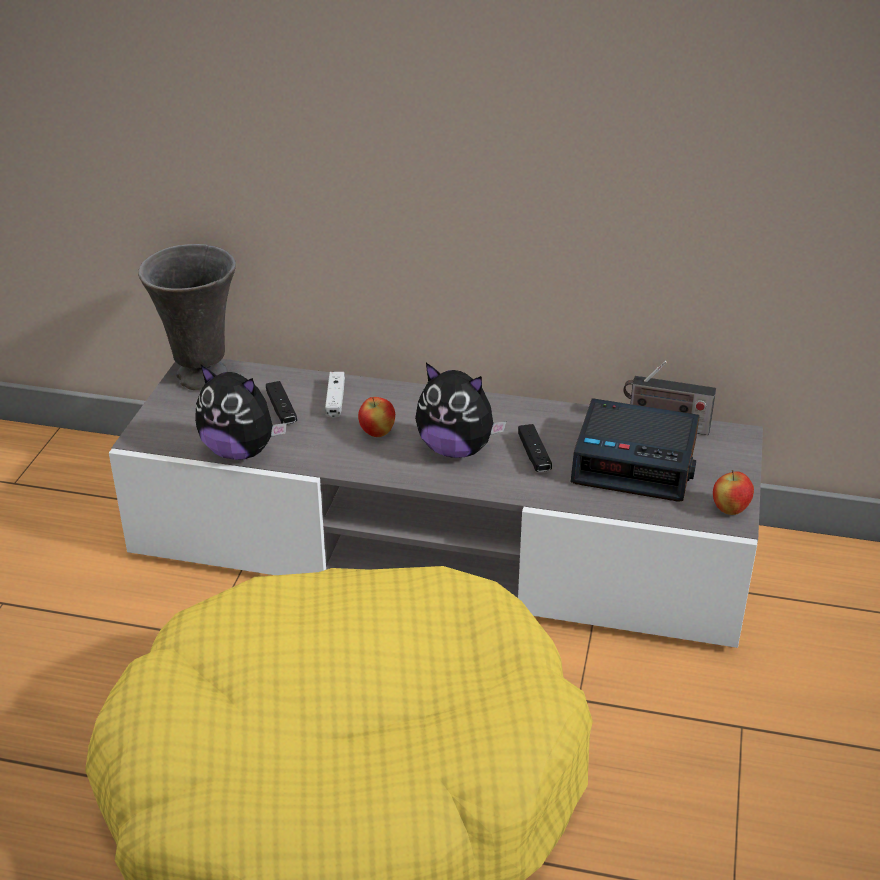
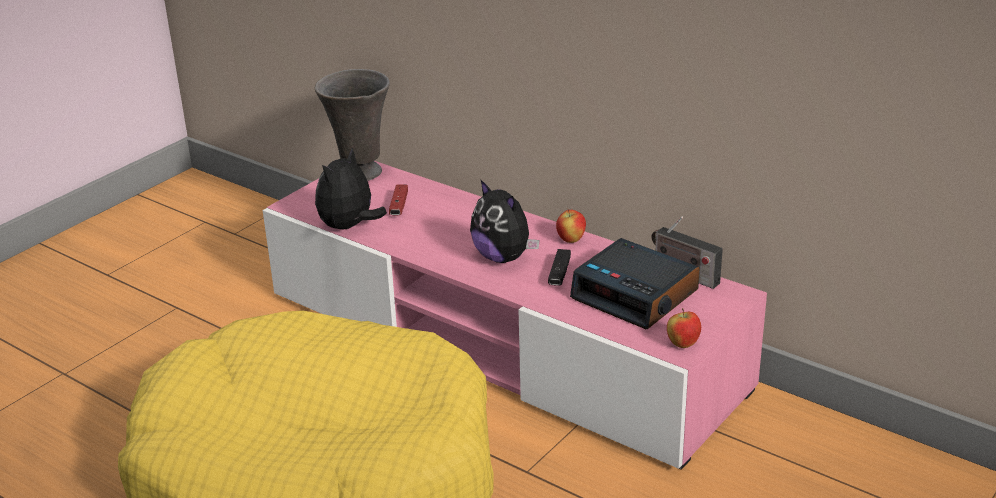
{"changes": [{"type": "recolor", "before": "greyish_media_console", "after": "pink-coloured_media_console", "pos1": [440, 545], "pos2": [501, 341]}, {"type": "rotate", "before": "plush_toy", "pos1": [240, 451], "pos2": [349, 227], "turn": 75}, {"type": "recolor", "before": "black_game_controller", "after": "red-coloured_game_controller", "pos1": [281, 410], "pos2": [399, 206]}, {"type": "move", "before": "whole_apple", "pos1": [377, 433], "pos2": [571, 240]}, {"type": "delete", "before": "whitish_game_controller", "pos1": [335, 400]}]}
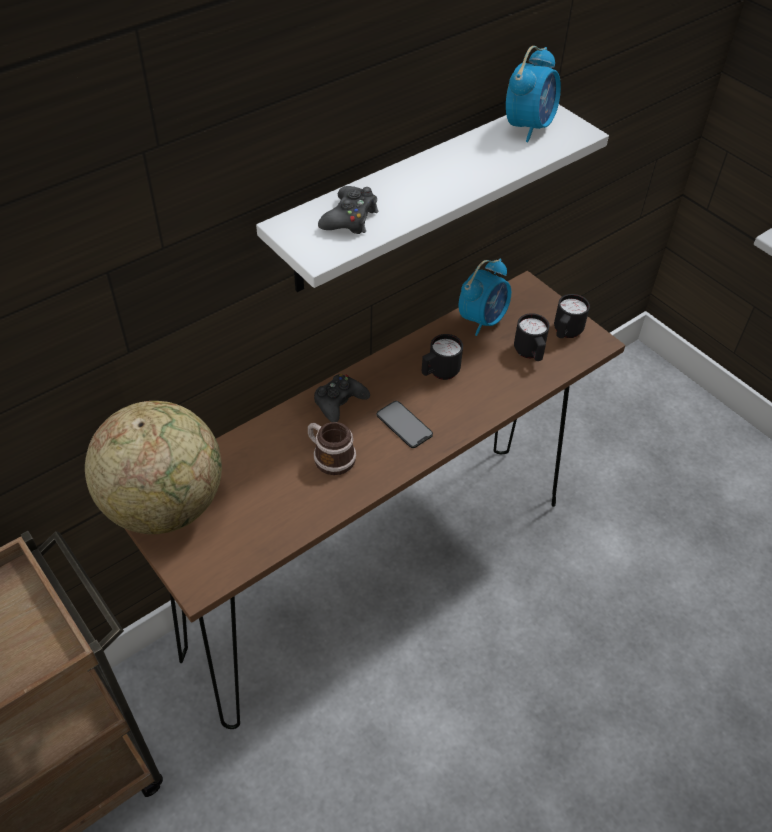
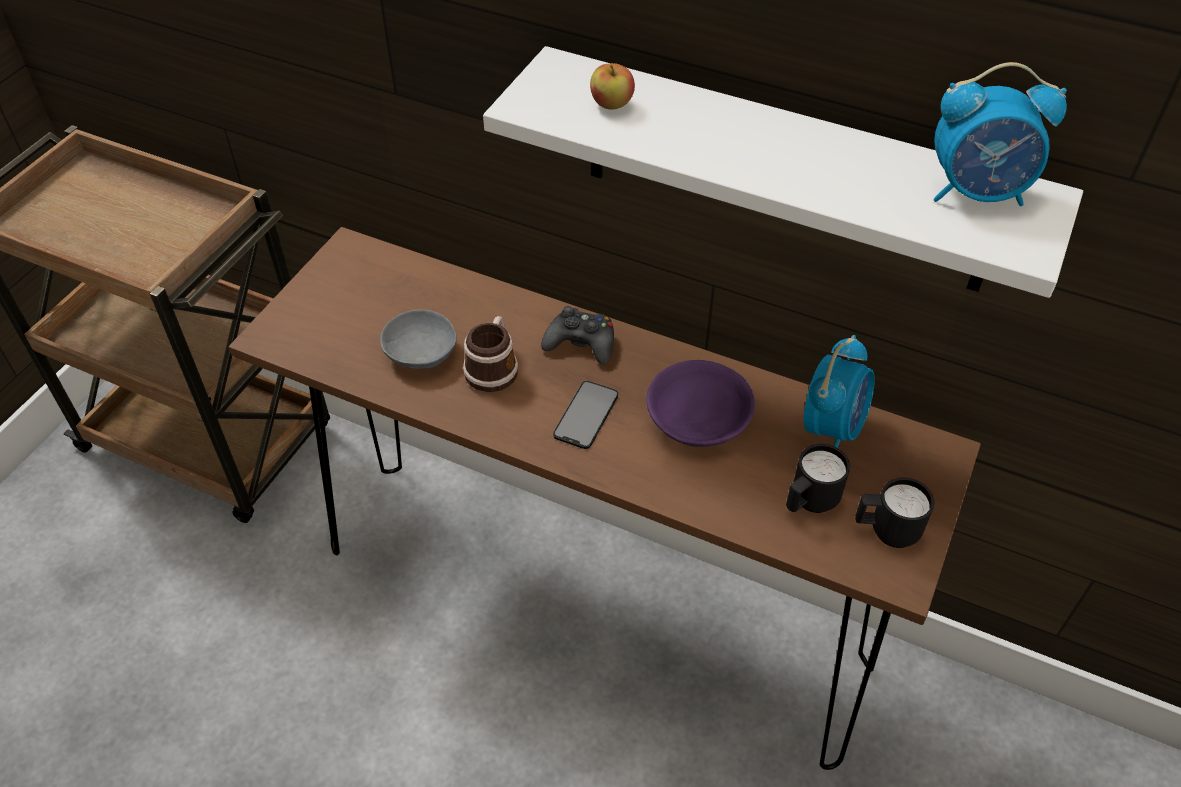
{"changes": [{"type": "insert", "after": "greyish_bowl", "pos2": [423, 352]}, {"type": "replace", "before": "black_game_controller", "after": "whole_apple", "pos1": [350, 218], "pos2": [612, 104]}, {"type": "replace", "before": "black_mug", "after": "purplish_bowl", "pos1": [439, 373], "pos2": [697, 417]}, {"type": "rotate", "before": "bedside_clock", "pos1": [483, 320], "pos2": [832, 427], "turn": -75}, {"type": "delete", "before": "world_globe", "pos1": [165, 504]}]}
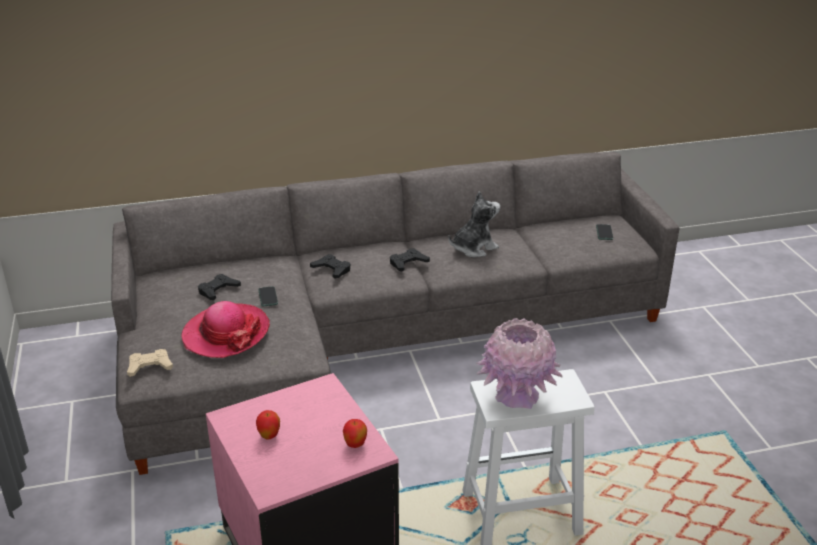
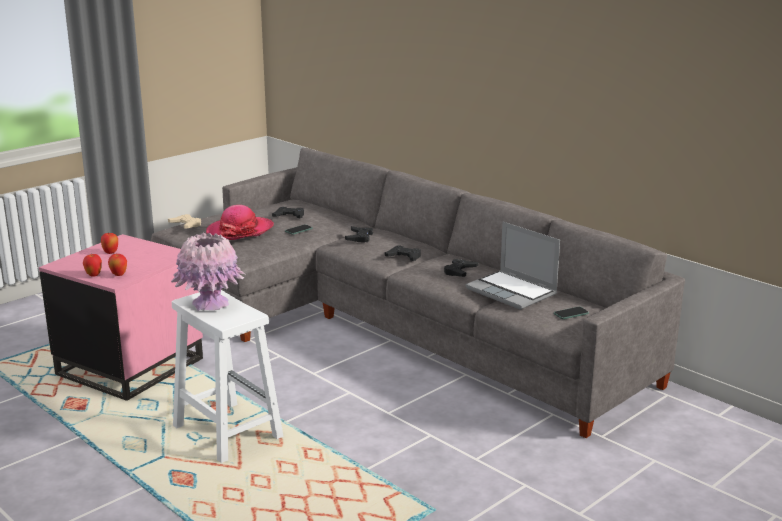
{"changes": [{"type": "insert", "after": "whole_apple", "pos2": [93, 275]}, {"type": "replace", "before": "plush_toy", "after": "black_game_controller", "pos1": [473, 248], "pos2": [460, 271]}, {"type": "insert", "after": "notebook_computer", "pos2": [512, 292]}]}
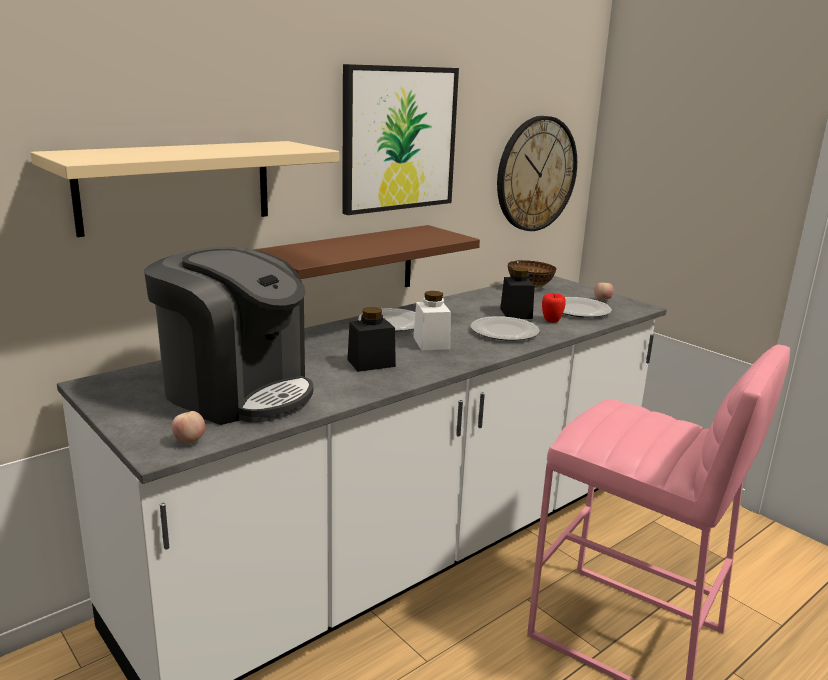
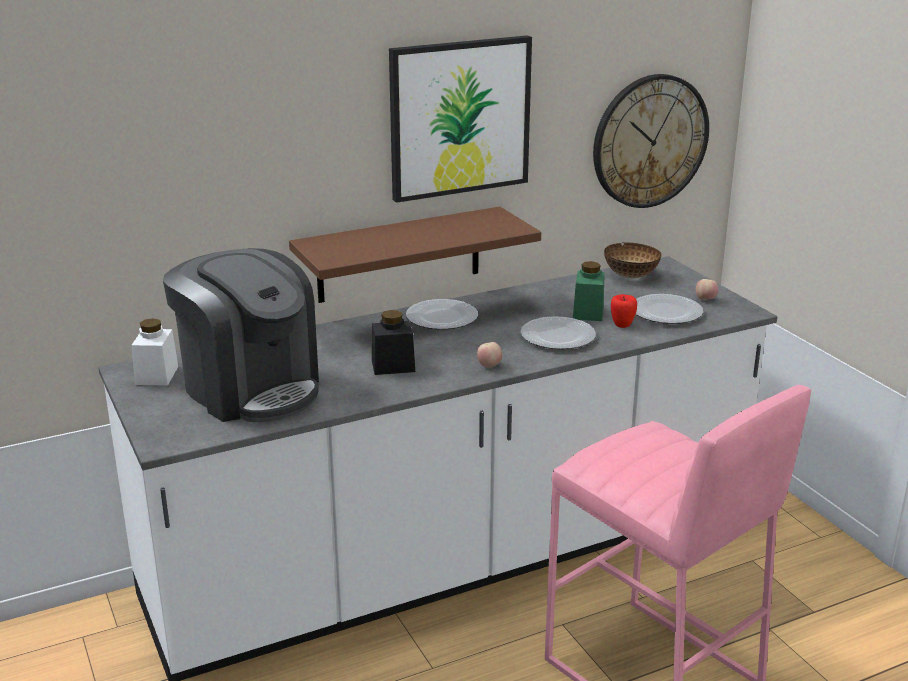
{"changes": [{"type": "move", "before": "whitish_storage_jar", "pos1": [431, 343], "pos2": [157, 375]}, {"type": "move", "before": "whole_apple", "pos1": [189, 441], "pos2": [489, 366]}, {"type": "recolor", "before": "black_storage_jar", "after": "green_storage_jar", "pos1": [516, 313], "pos2": [588, 312]}, {"type": "delete", "before": "beige_bracket_shelf", "pos1": [176, 186]}]}
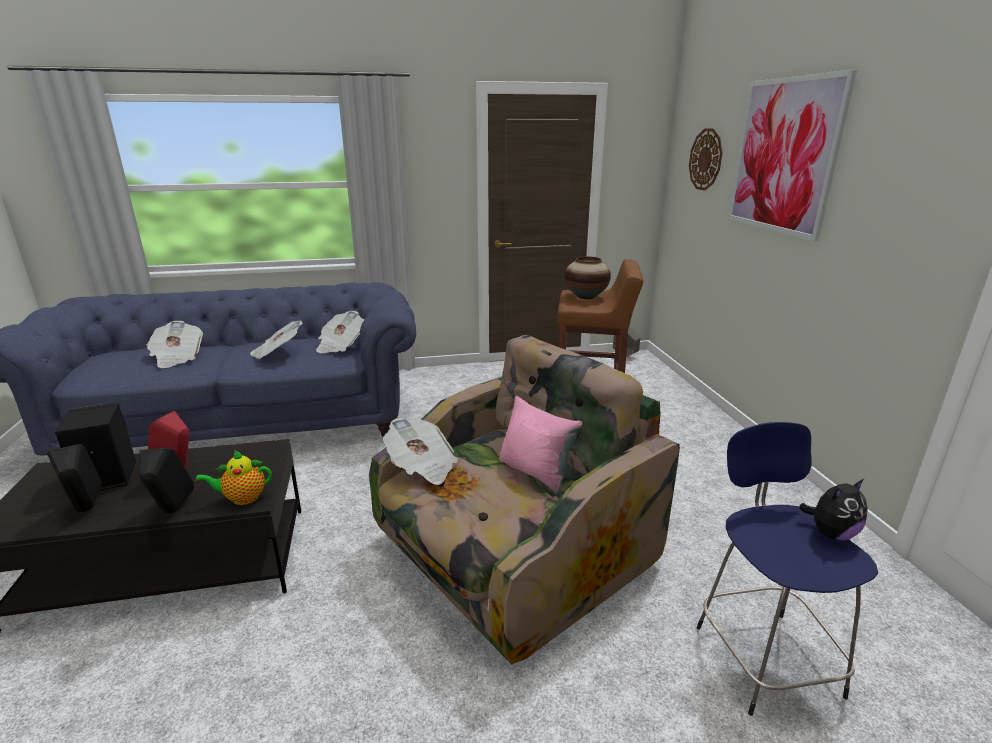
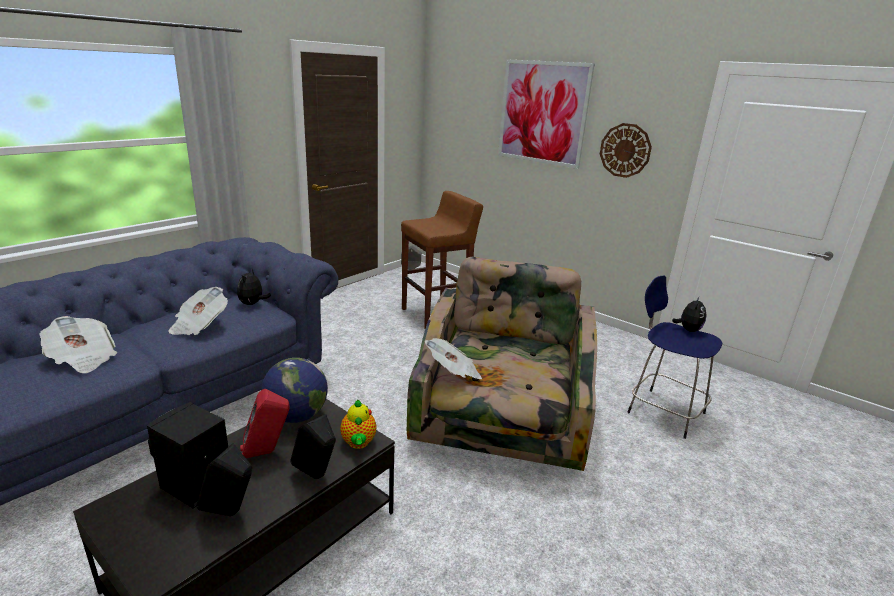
{"changes": [{"type": "replace", "before": "daily_paper", "after": "plush_toy", "pos1": [340, 345], "pos2": [252, 304]}, {"type": "insert", "after": "world_globe", "pos2": [296, 416]}, {"type": "rotate", "before": "tea_pot", "pos1": [242, 498], "pos2": [358, 443], "turn": -45}, {"type": "move", "before": "clock_on_the_wall", "pos1": [706, 159], "pos2": [625, 150]}, {"type": "delete", "before": "pink-coloured_cushion", "pos1": [536, 472]}, {"type": "delete", "before": "flower_vase", "pos1": [585, 297]}]}
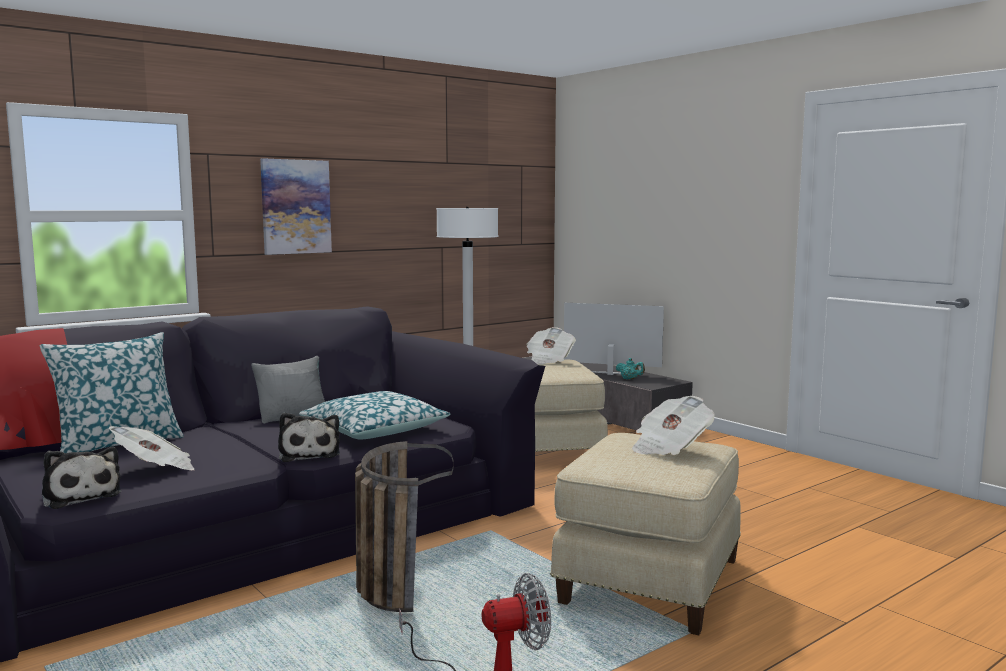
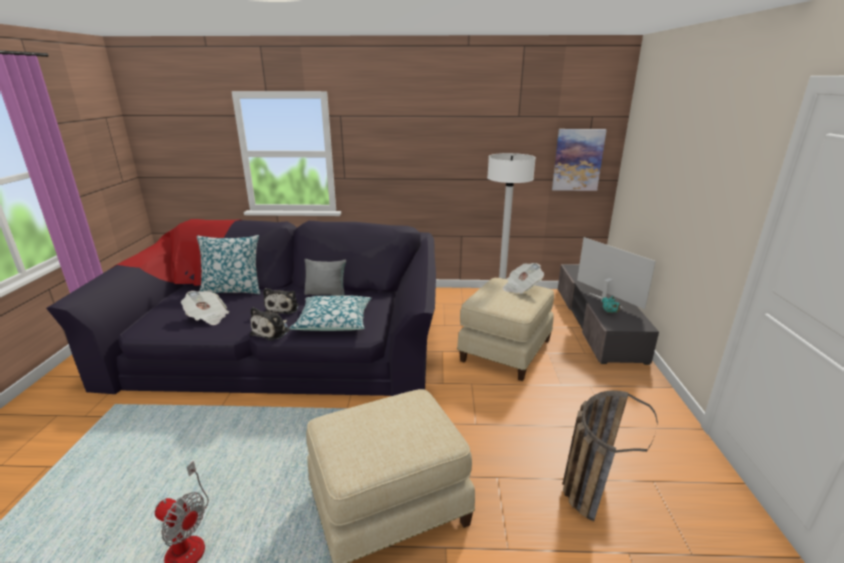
{"changes": [{"type": "move", "before": "plush_toy", "pos1": [81, 495], "pos2": [283, 308]}, {"type": "move", "before": "picture", "pos1": [295, 207], "pos2": [577, 160]}, {"type": "move", "before": "basket", "pos1": [392, 583], "pos2": [591, 483]}, {"type": "delete", "before": "daily_paper", "pos1": [669, 447]}]}
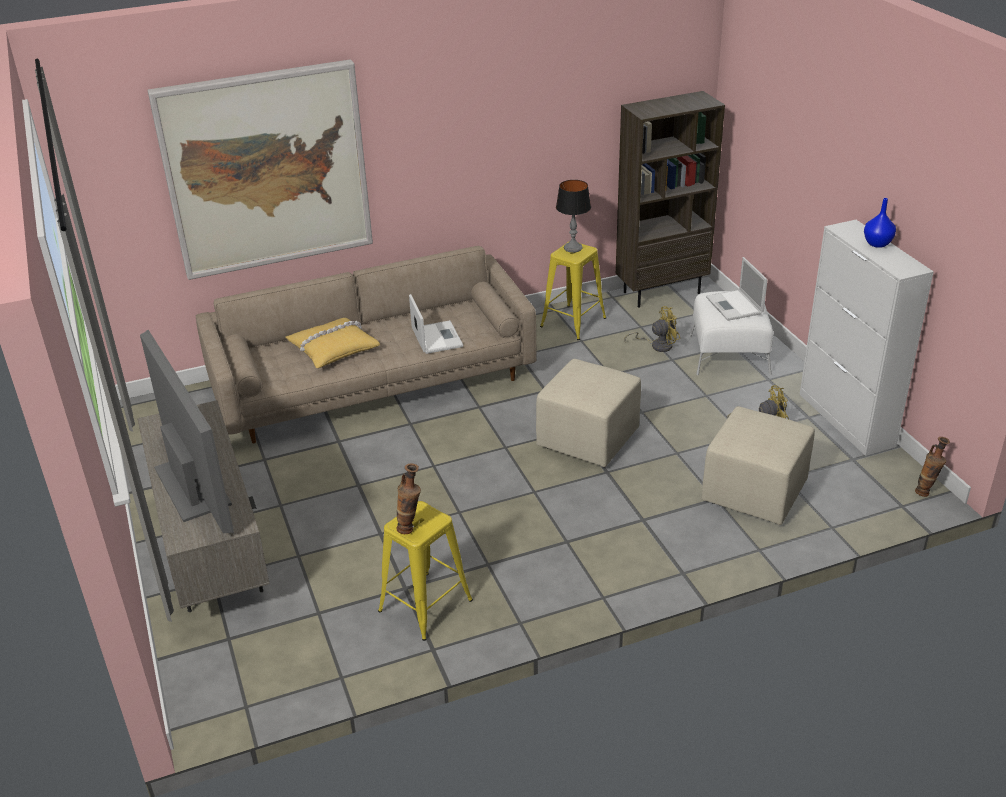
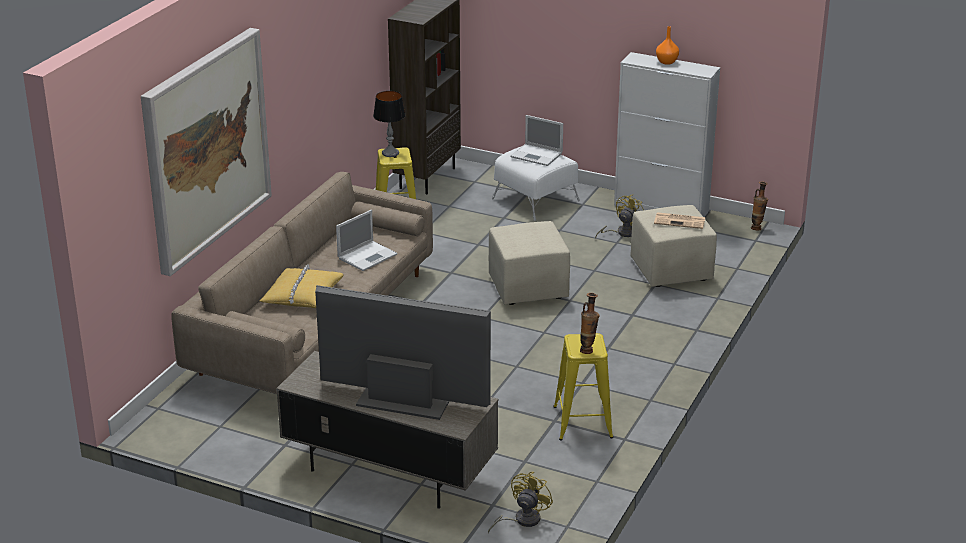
{"changes": [{"type": "rotate", "before": "notebook_computer", "pos1": [436, 337], "pos2": [368, 256], "turn": 105}, {"type": "move", "before": "yellow_fan", "pos1": [657, 345], "pos2": [522, 520]}, {"type": "insert", "after": "daily_paper", "pos2": [680, 221]}, {"type": "recolor", "before": "bluish_flower_vase", "after": "orange_flower_vase", "pos1": [877, 243], "pos2": [666, 62]}]}
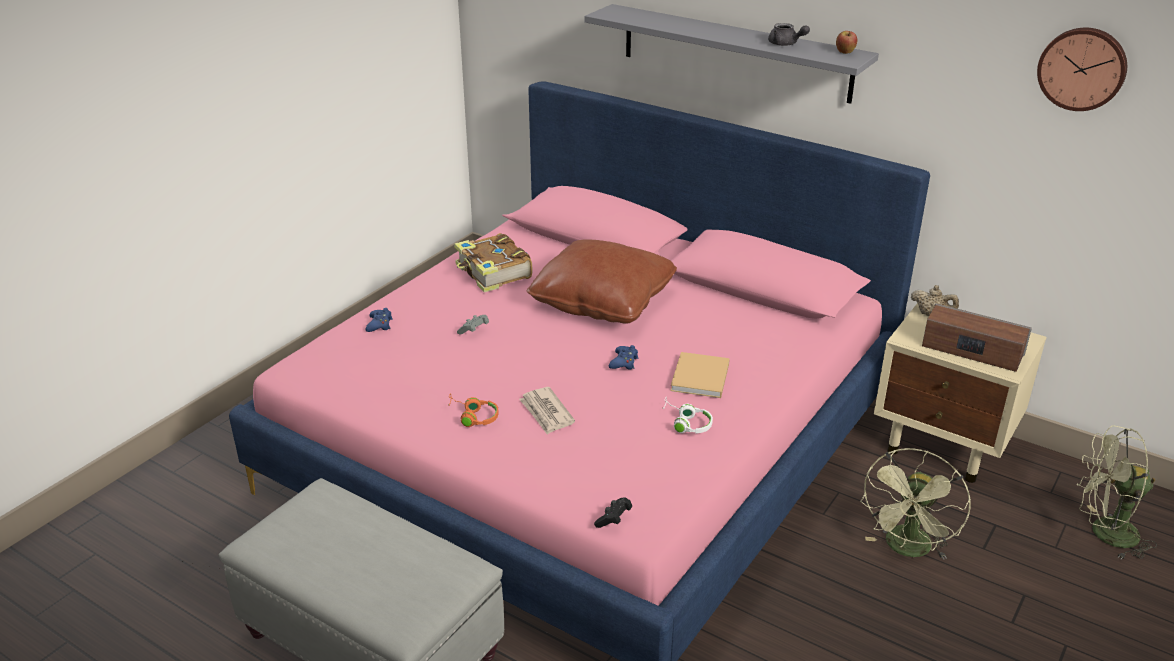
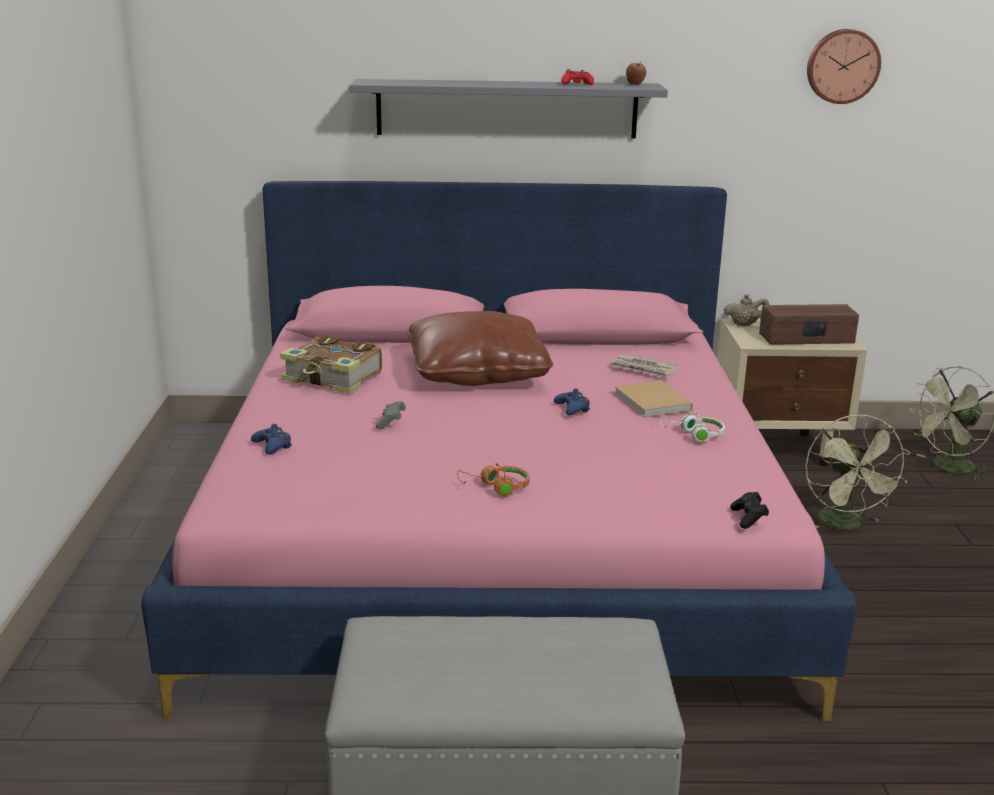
{"changes": [{"type": "replace", "before": "greyish_tea_pot", "after": "red-coloured_game_controller", "pos1": [785, 44], "pos2": [576, 84]}, {"type": "move", "before": "daily_paper", "pos1": [546, 413], "pos2": [644, 369]}]}
